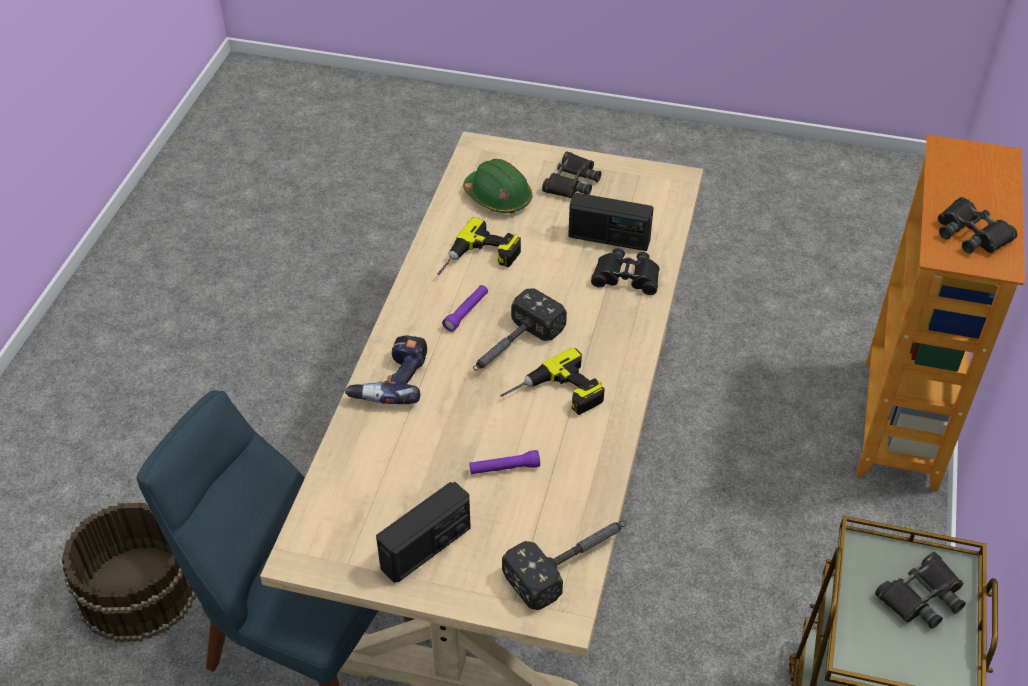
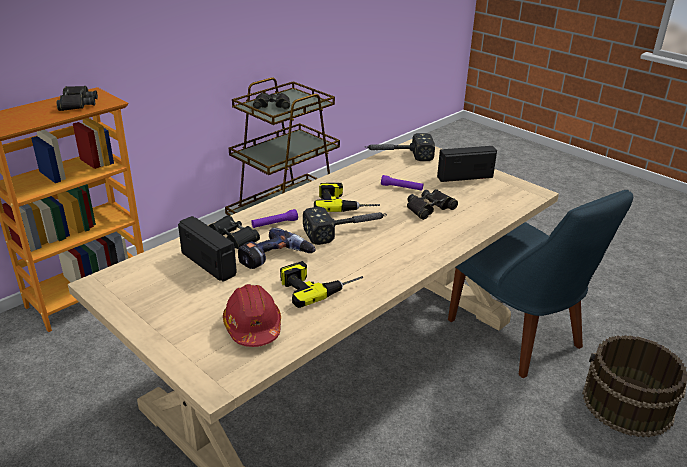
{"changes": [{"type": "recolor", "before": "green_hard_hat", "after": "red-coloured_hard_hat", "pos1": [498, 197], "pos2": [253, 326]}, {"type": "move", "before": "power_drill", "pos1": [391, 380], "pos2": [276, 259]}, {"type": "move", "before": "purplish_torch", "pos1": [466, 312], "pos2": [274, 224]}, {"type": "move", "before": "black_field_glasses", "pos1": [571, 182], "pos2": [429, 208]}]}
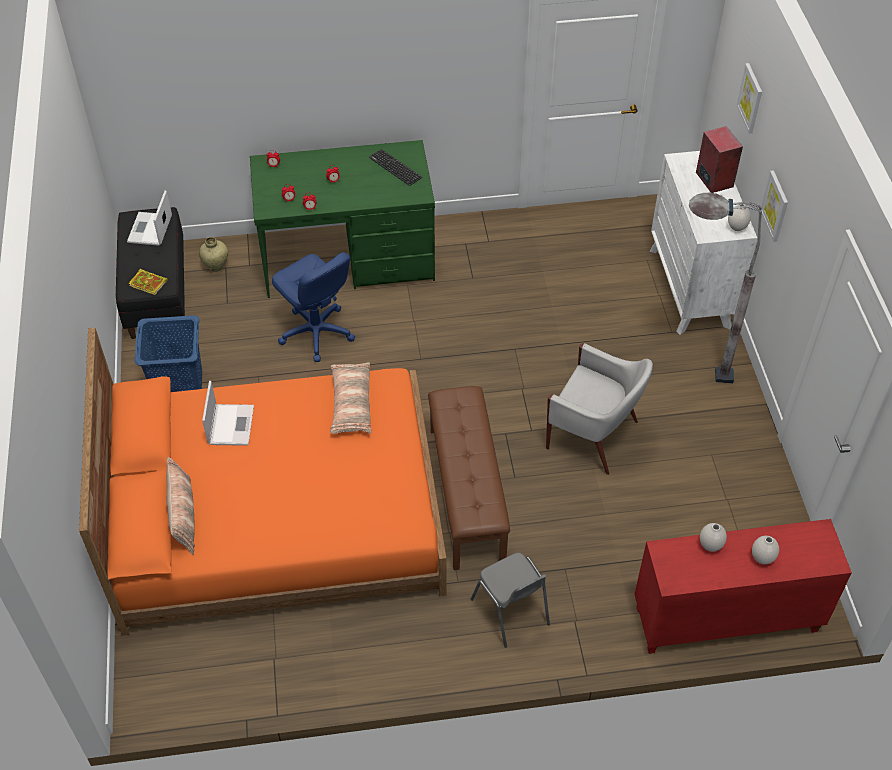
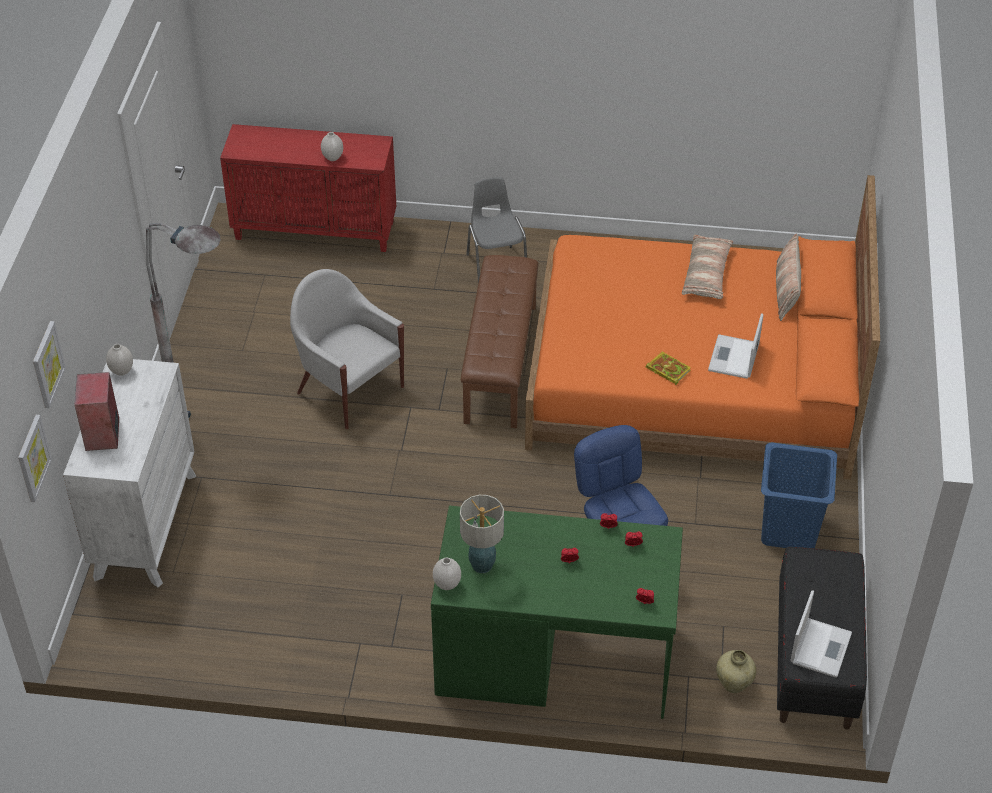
{"changes": [{"type": "move", "before": "picture", "pos1": [775, 206], "pos2": [33, 458]}, {"type": "move", "before": "whitish_flower_vase", "pos1": [762, 558], "pos2": [447, 585]}, {"type": "replace", "before": "keyboard", "after": "tabletop_lamp", "pos1": [395, 167], "pos2": [482, 565]}, {"type": "move", "before": "book", "pos1": [149, 283], "pos2": [667, 369]}, {"type": "move", "before": "cushion", "pos1": [351, 404], "pos2": [707, 274]}]}
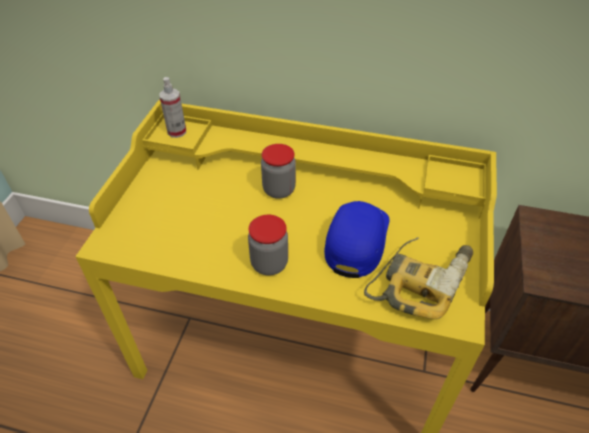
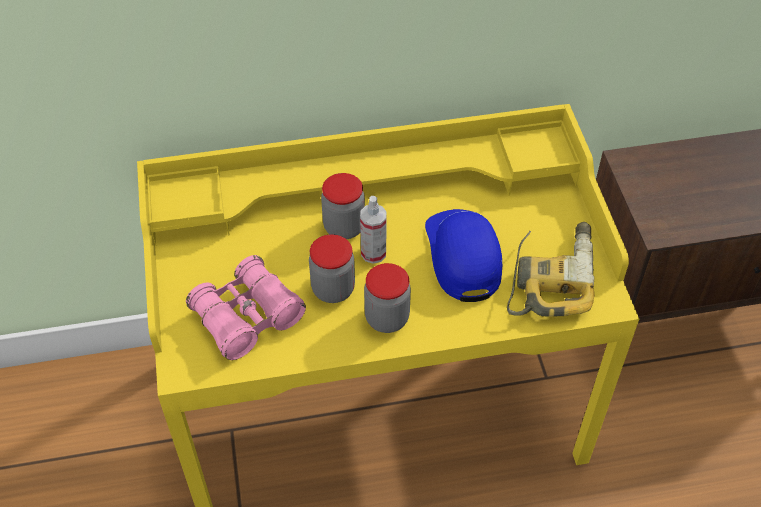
{"changes": [{"type": "insert", "after": "pink-coloured_field_glasses", "pos2": [247, 317]}, {"type": "insert", "after": "storage_jar", "pos2": [333, 289]}, {"type": "move", "before": "hand_sprayer", "pos1": [177, 131], "pos2": [373, 253]}]}
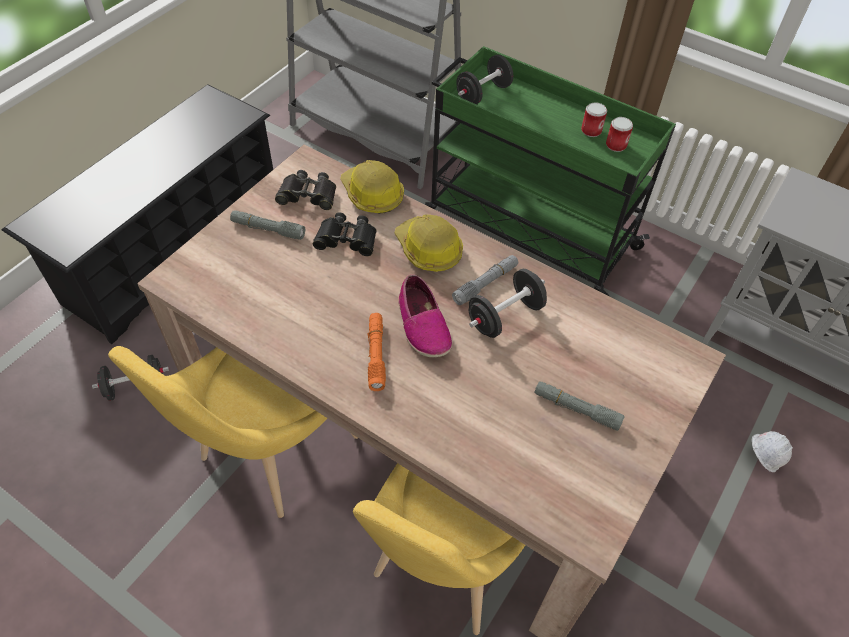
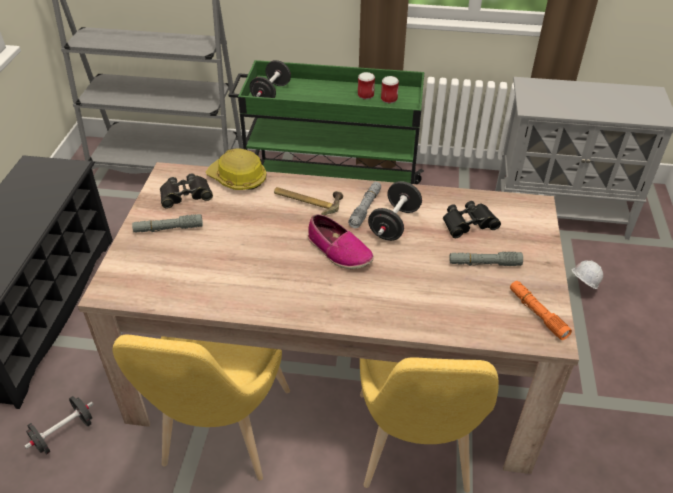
{"changes": [{"type": "replace", "before": "hard_hat", "after": "tool_hammer", "pos1": [428, 250], "pos2": [307, 201]}, {"type": "move", "before": "black_field_glasses", "pos1": [346, 239], "pos2": [468, 224]}, {"type": "move", "before": "orange_torch", "pos1": [376, 355], "pos2": [537, 313]}]}
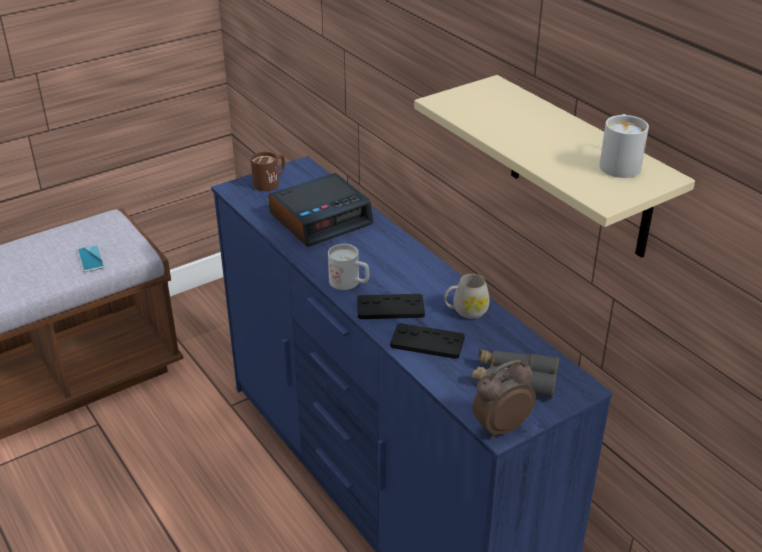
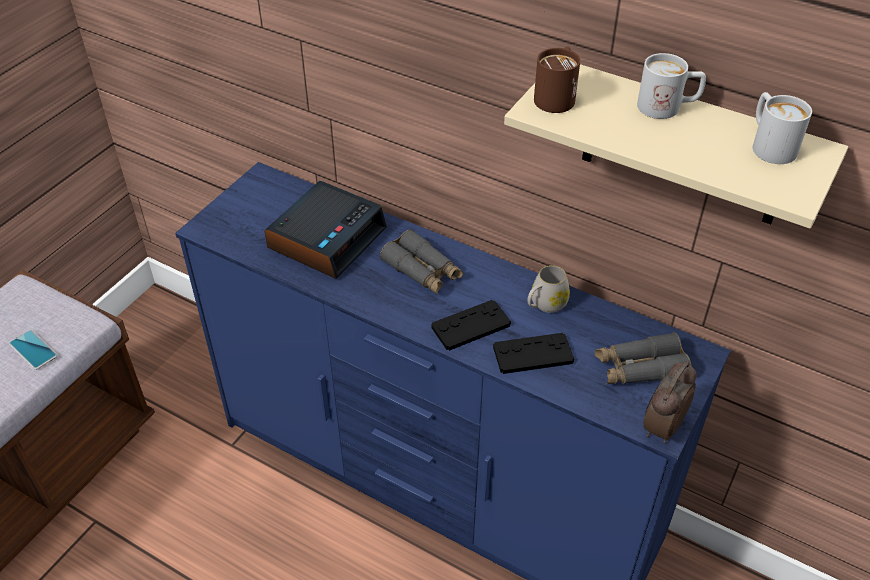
{"changes": [{"type": "insert", "after": "greyish_field_glasses", "pos2": [422, 271]}, {"type": "move", "before": "brown-coloured_mug", "pos1": [270, 182], "pos2": [556, 96]}, {"type": "move", "before": "whitish_mug", "pos1": [350, 283], "pos2": [668, 107]}]}
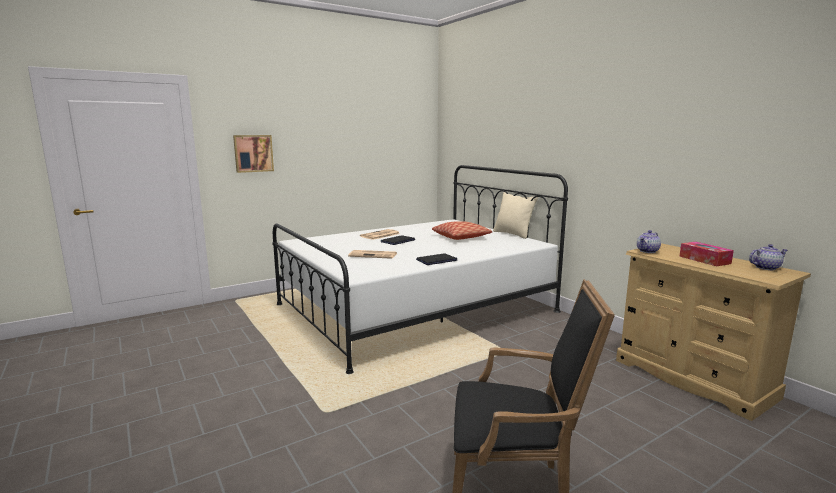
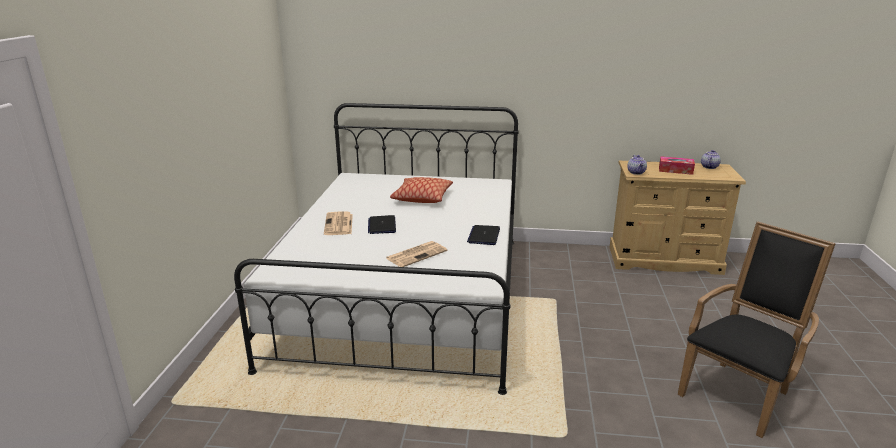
{"changes": [{"type": "delete", "before": "picture", "pos1": [253, 153]}, {"type": "delete", "before": "beige_cushion", "pos1": [513, 234]}]}
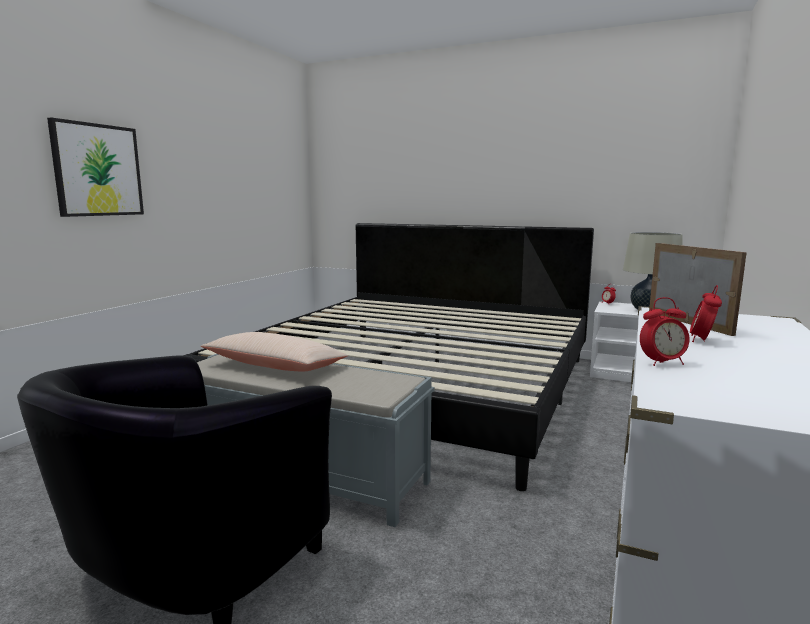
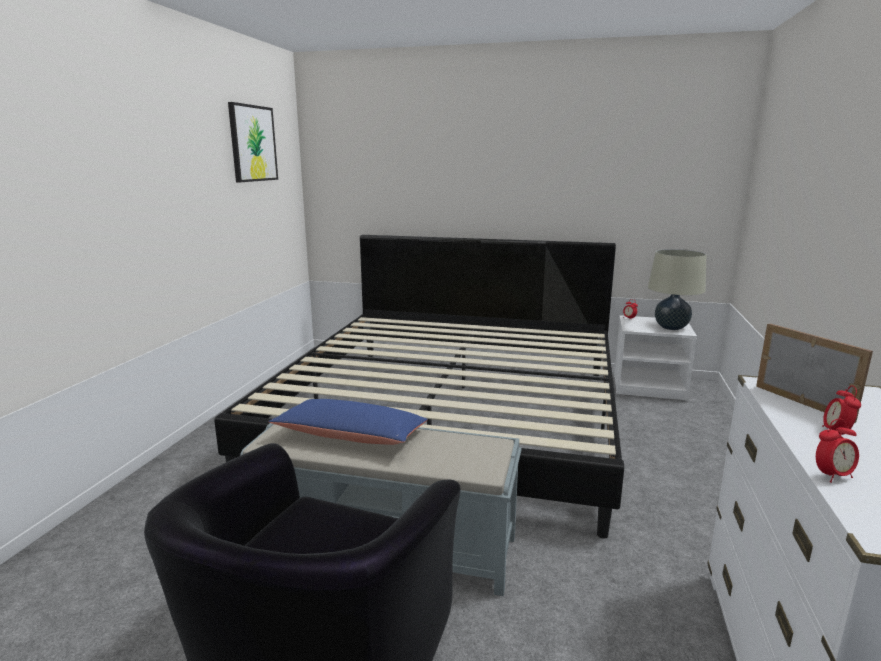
{"changes": [{"type": "move", "before": "picture", "pos1": [97, 170], "pos2": [252, 143]}, {"type": "recolor", "before": "beige_cushion", "after": "bluish_cushion", "pos1": [275, 366], "pos2": [351, 436]}]}
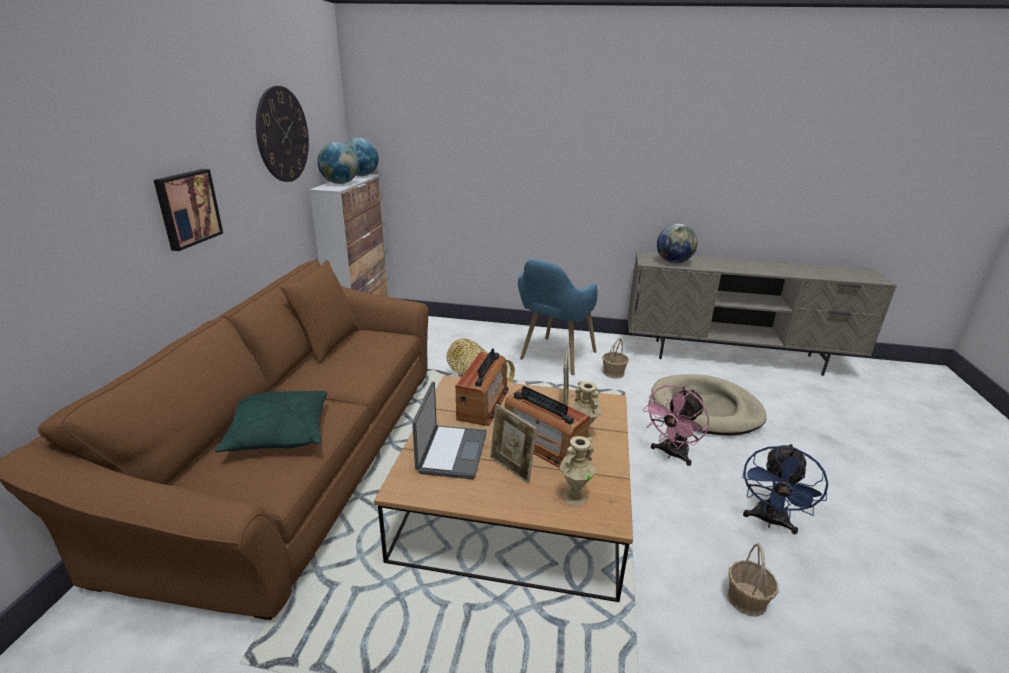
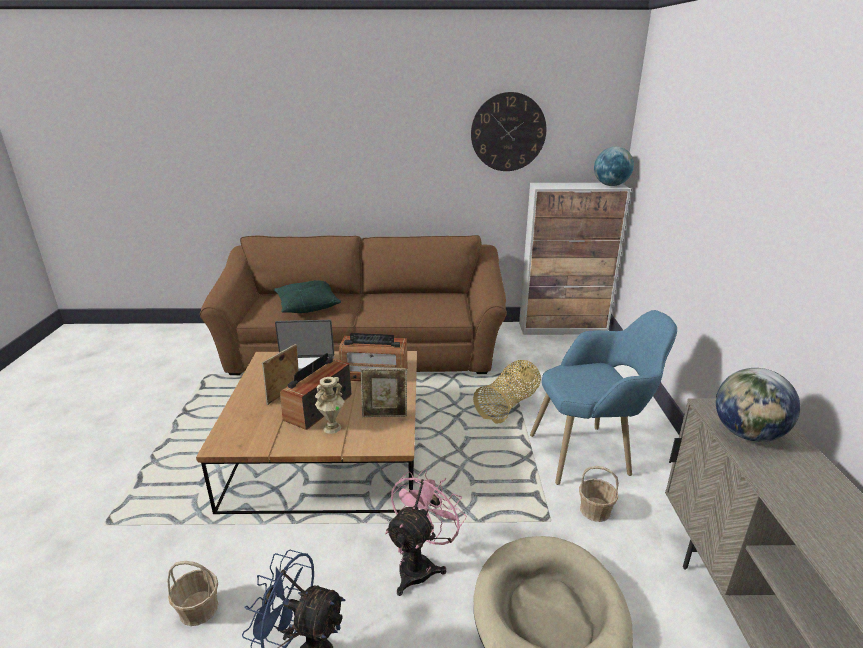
{"changes": [{"type": "rotate", "before": "pink-coloured_fan", "pos1": [671, 454], "pos2": [420, 564], "turn": 90}, {"type": "rotate", "before": "bluish_lounge_chair", "pos1": [554, 360], "pos2": [591, 453], "turn": 150}, {"type": "delete", "before": "picture", "pos1": [187, 208]}, {"type": "delete", "before": "brown-coloured_cushion", "pos1": [328, 344]}, {"type": "delete", "before": "world_globe", "pos1": [340, 183]}, {"type": "delete", "before": "beige_flower_vase", "pos1": [574, 497]}]}
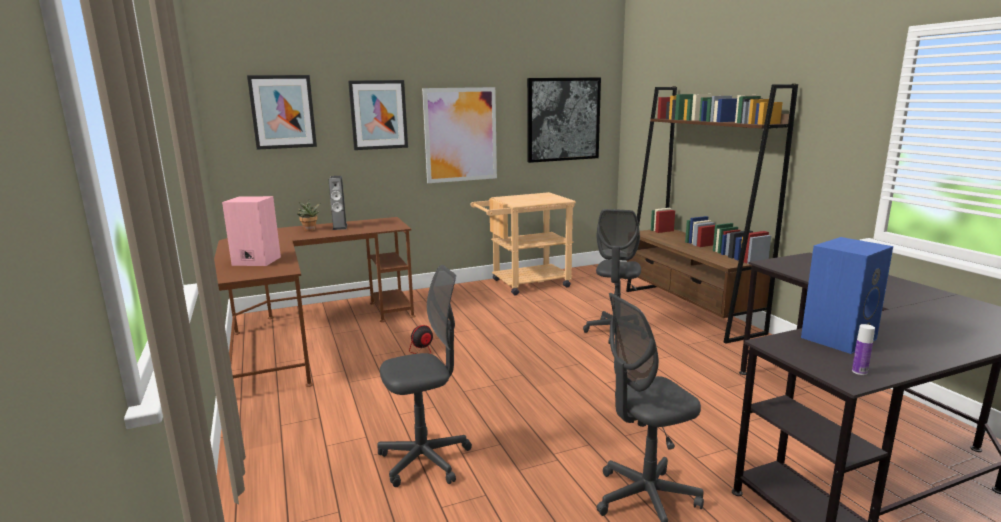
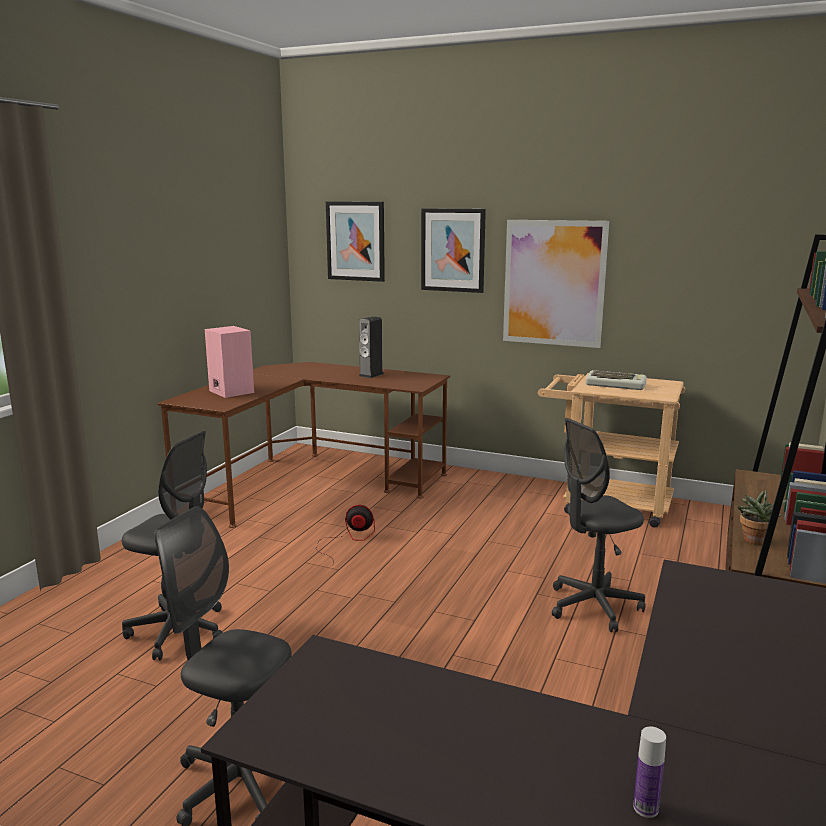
{"changes": [{"type": "insert", "after": "keyboard", "pos2": [616, 385]}, {"type": "move", "before": "drink_bottle", "pos1": [859, 372], "pos2": [645, 808]}, {"type": "move", "before": "houseplant", "pos1": [310, 230], "pos2": [754, 542]}, {"type": "delete", "before": "picture", "pos1": [563, 119]}, {"type": "delete", "before": "bluish_speaker", "pos1": [837, 337]}]}
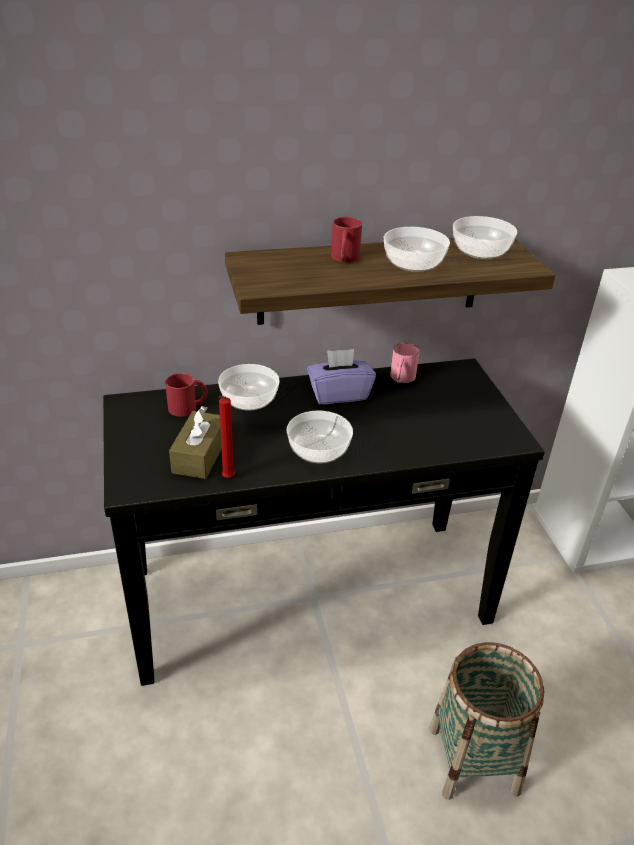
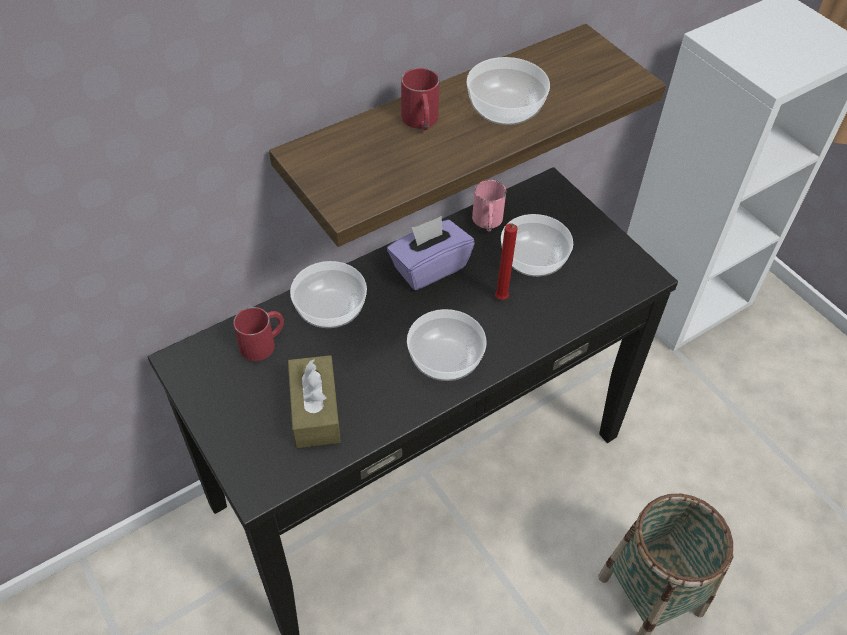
{"changes": [{"type": "move", "before": "red-coloured_wax_candle", "pos1": [227, 479], "pos2": [501, 300]}, {"type": "move", "before": "bowl", "pos1": [480, 251], "pos2": [533, 258]}]}
